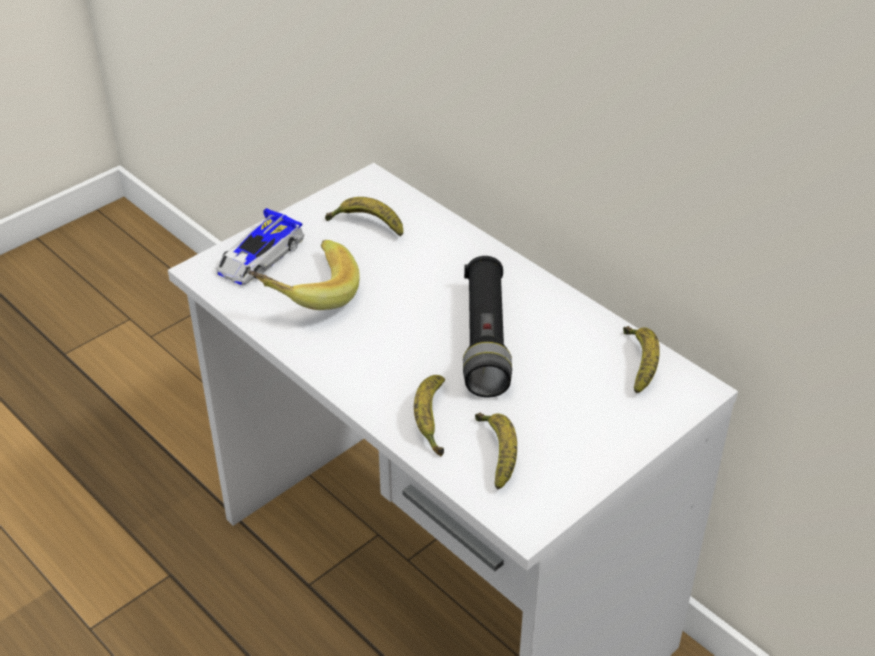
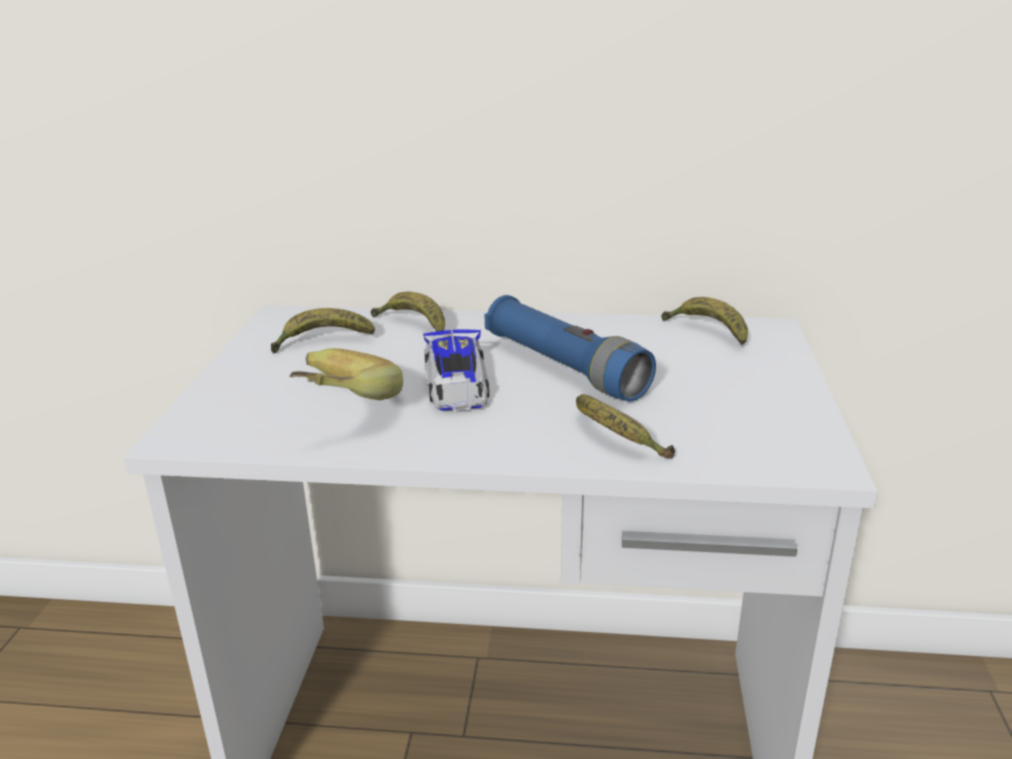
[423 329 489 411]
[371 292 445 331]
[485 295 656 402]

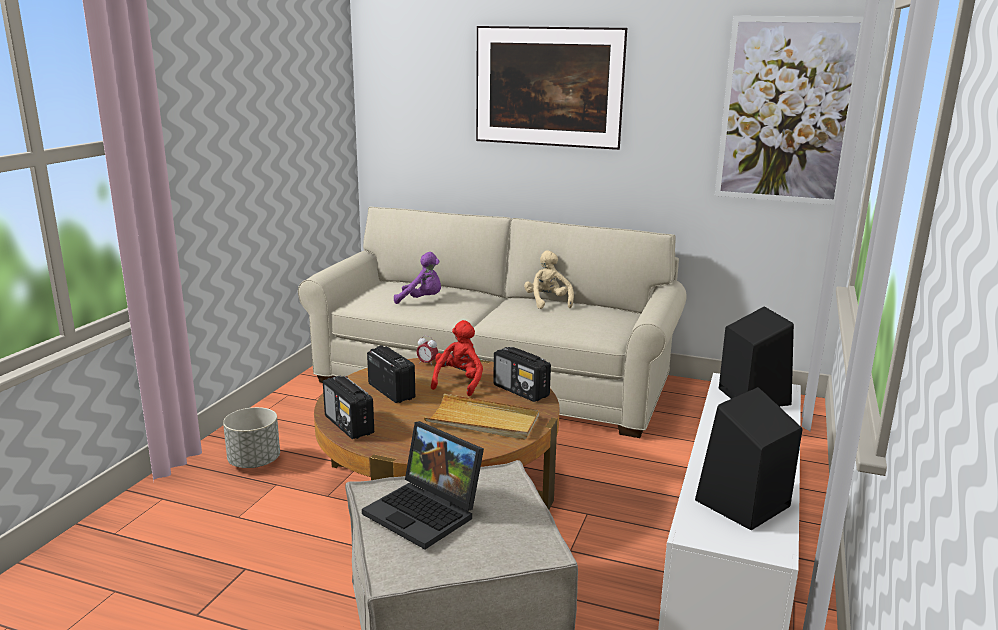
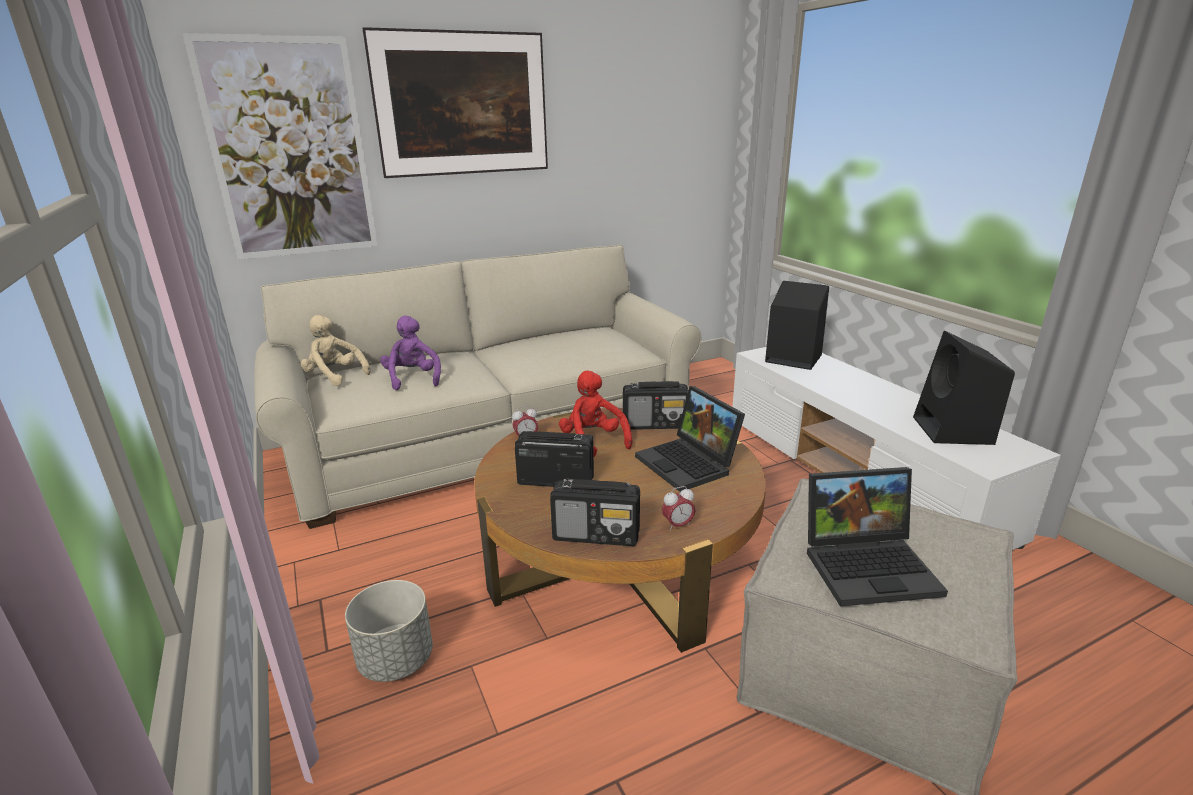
[662 486 696 531]
[300 315 371 386]
[183 33 378 260]
[635 386 745 492]
[380 316 441 390]

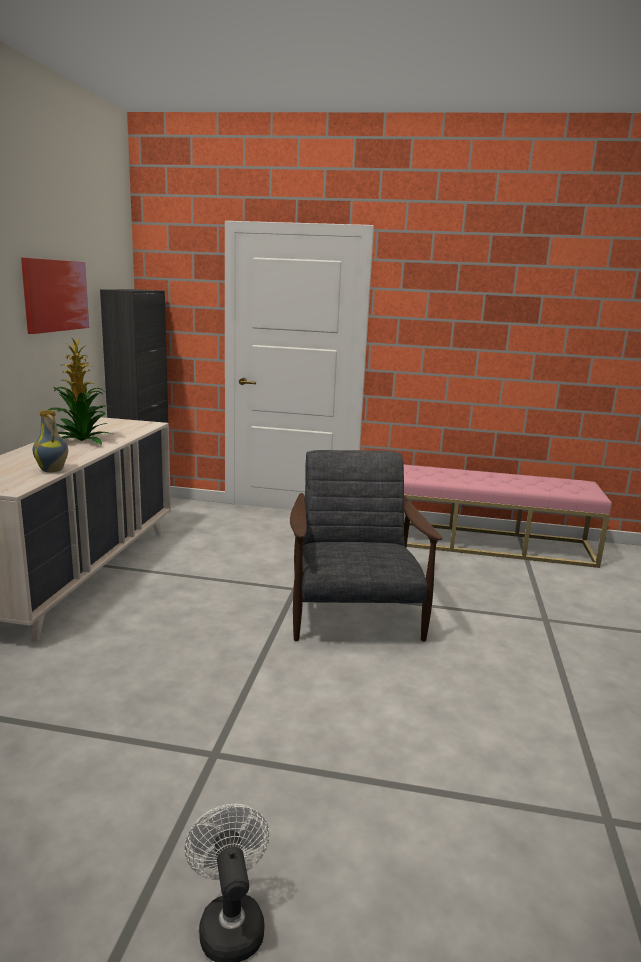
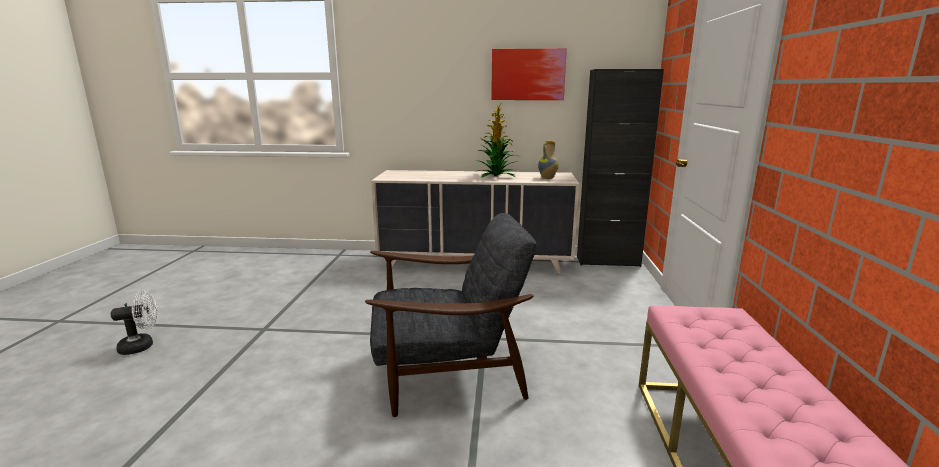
[538 141 559 179]

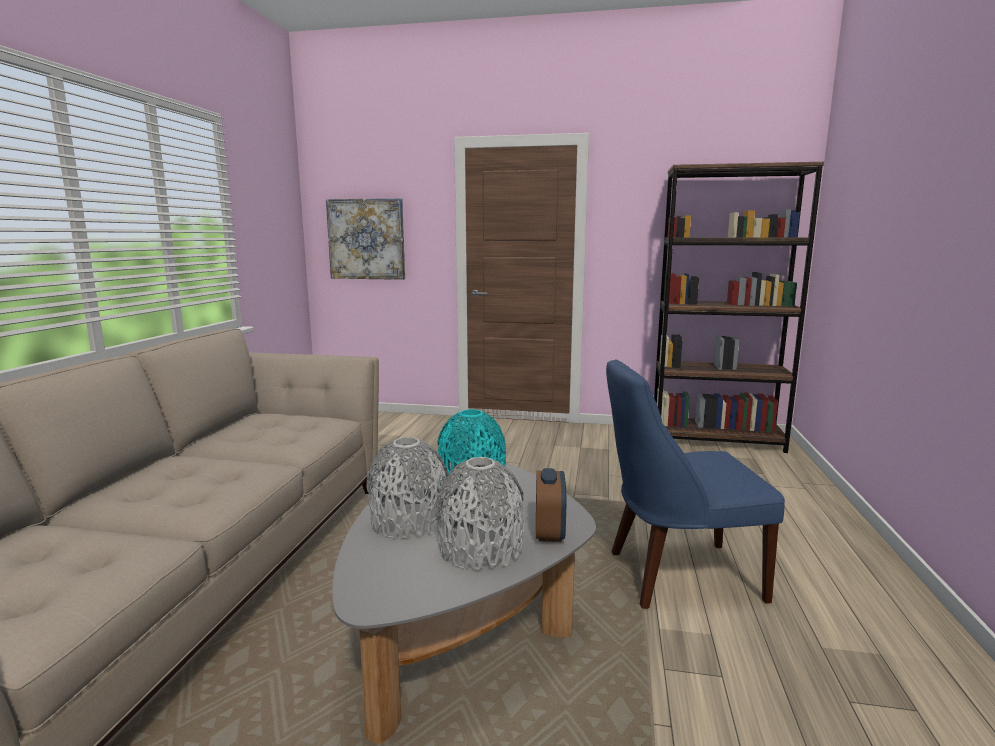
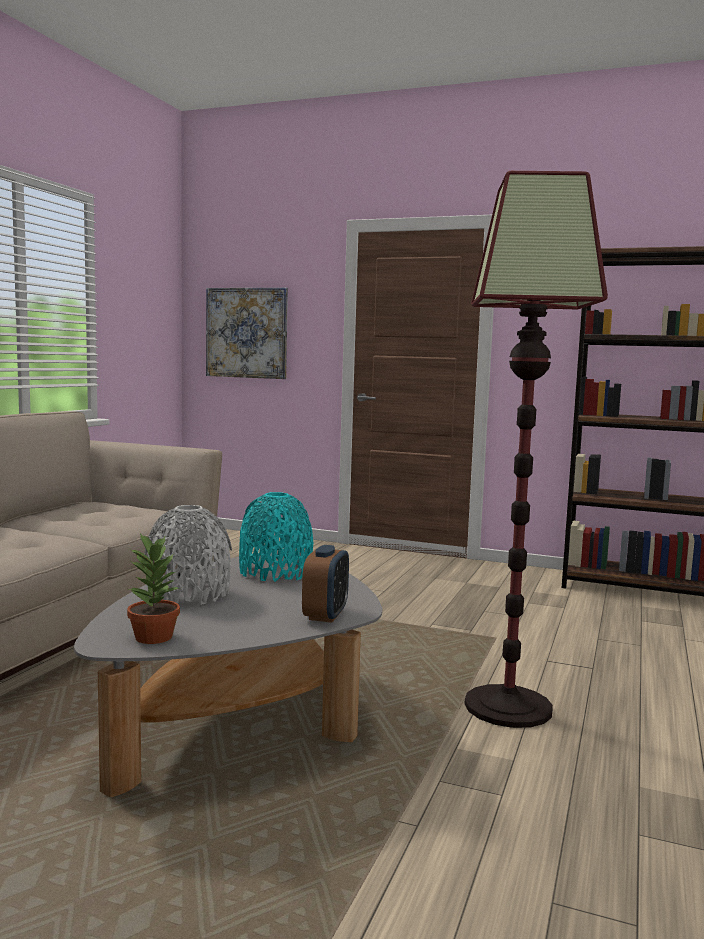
[436 457 524 571] (first image)
[127 533 180 644]
[465 171 608 728]

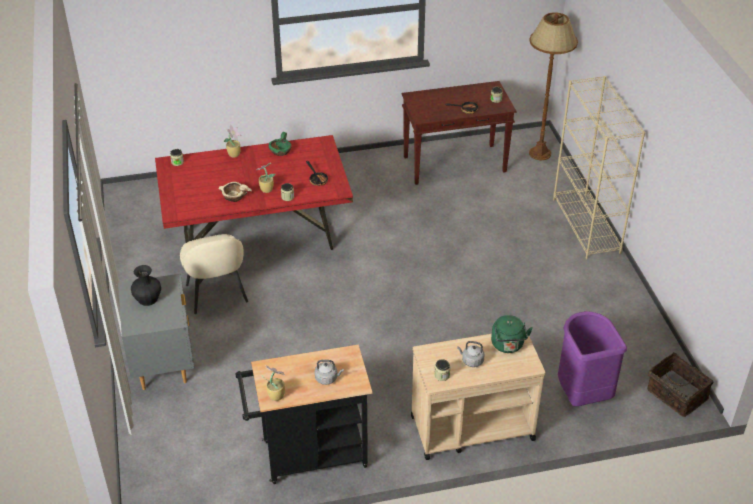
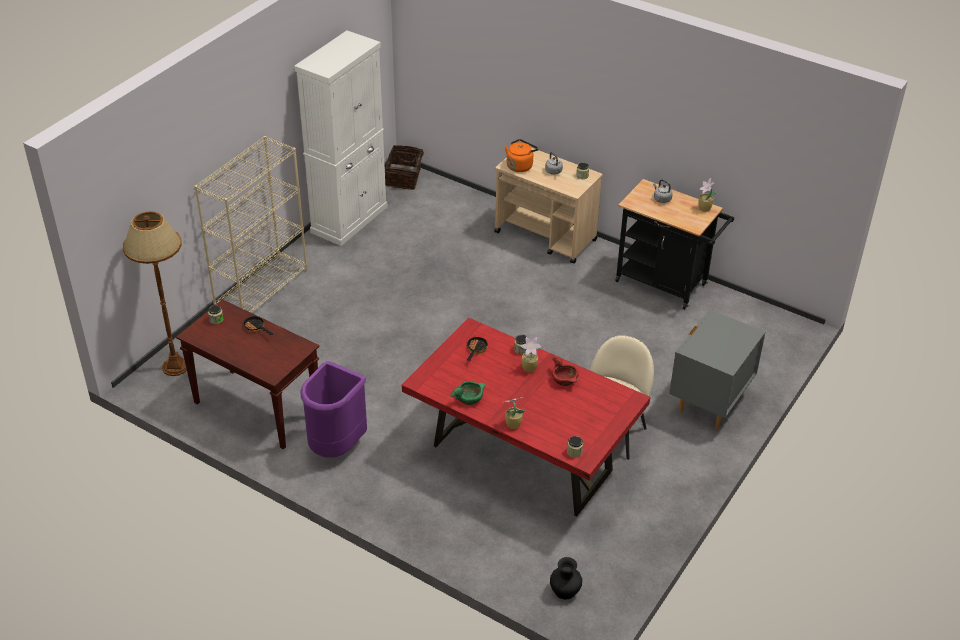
[294 30 388 246]
[550 557 582 600]
[301 361 367 458]
[552 357 579 386]
[505 139 539 172]

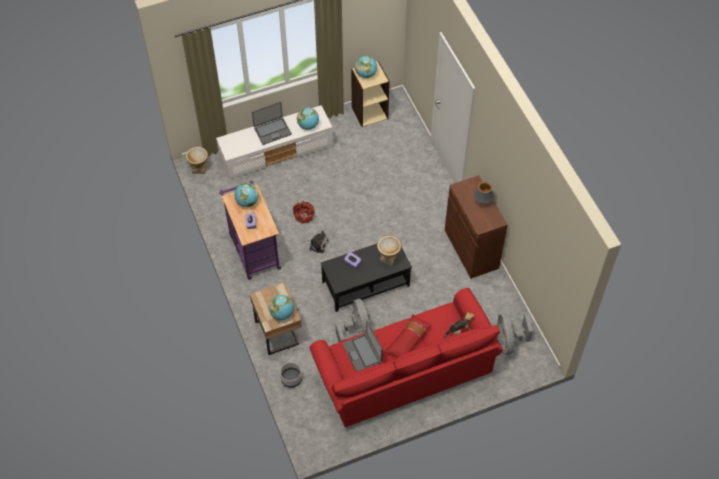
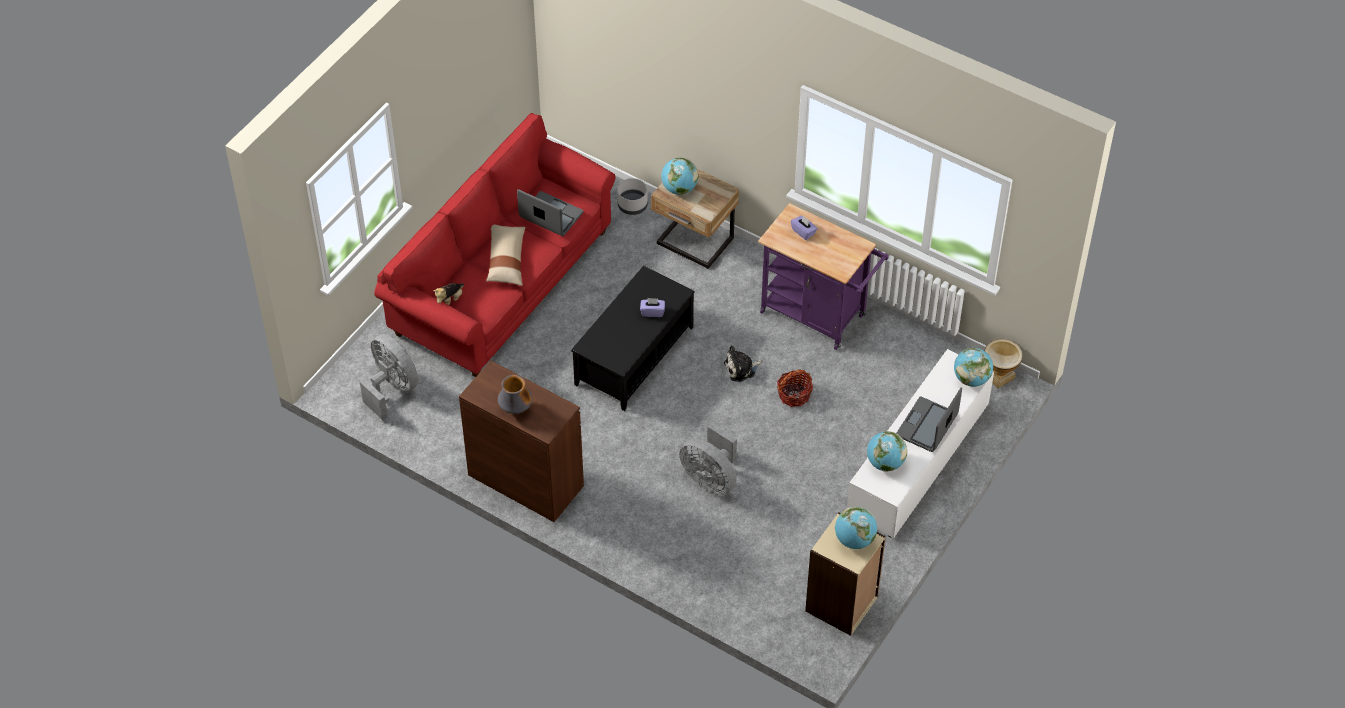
[377 235 402 266] (first image)
[954 348 993 387]
[680 423 737 495]
[486 224 525 286]

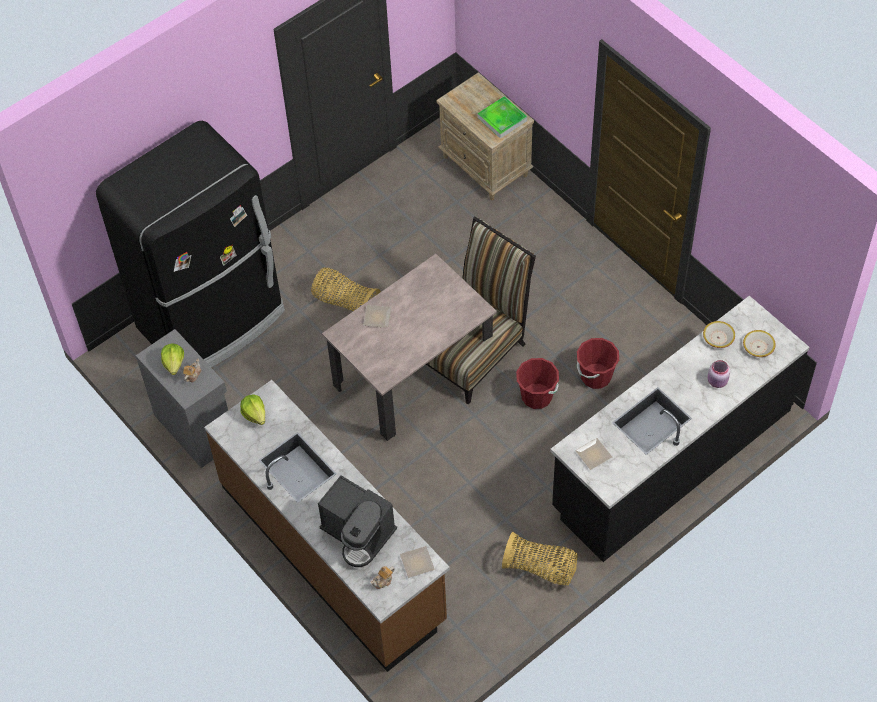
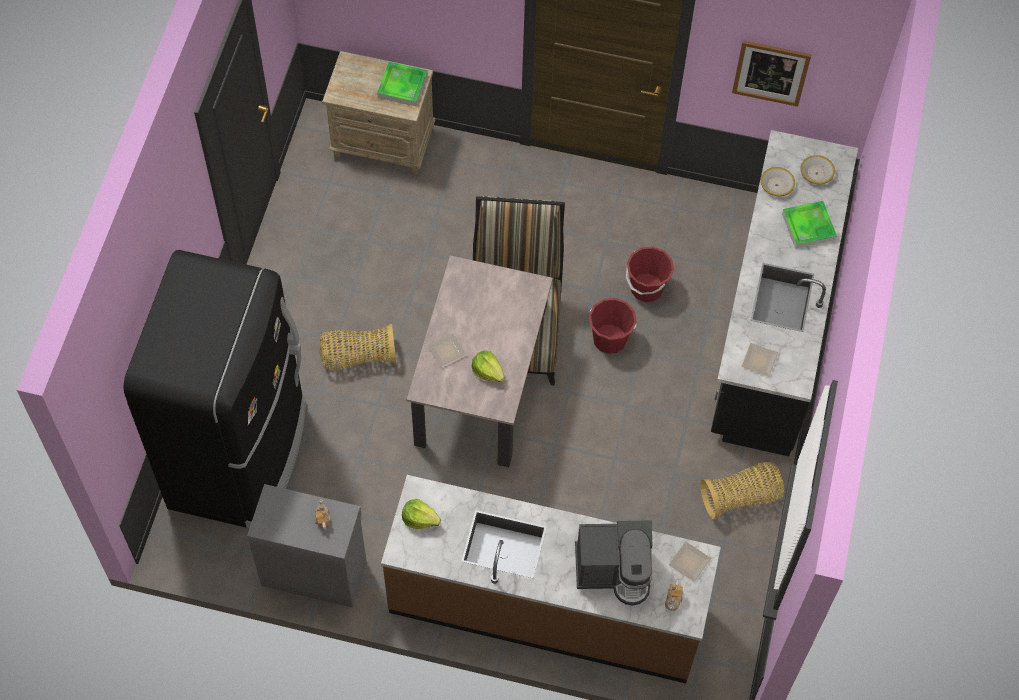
[732 41 811 107]
[472 351 505 382]
[782 201 837 249]

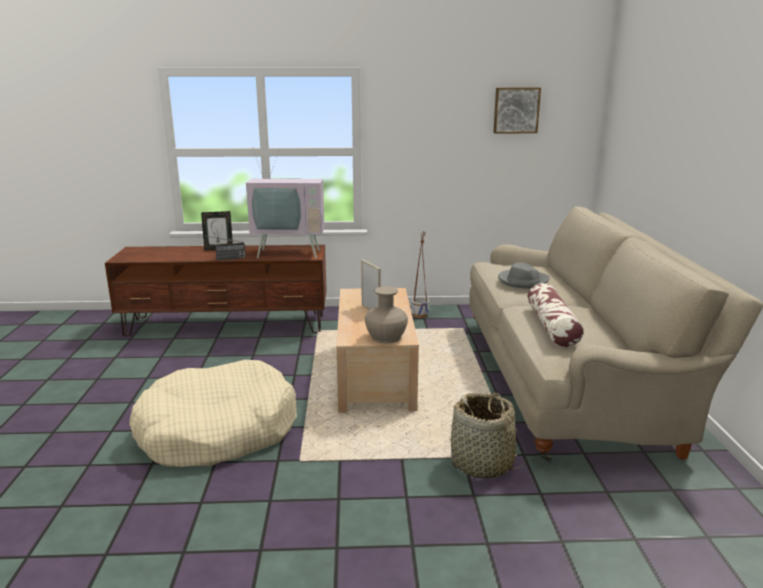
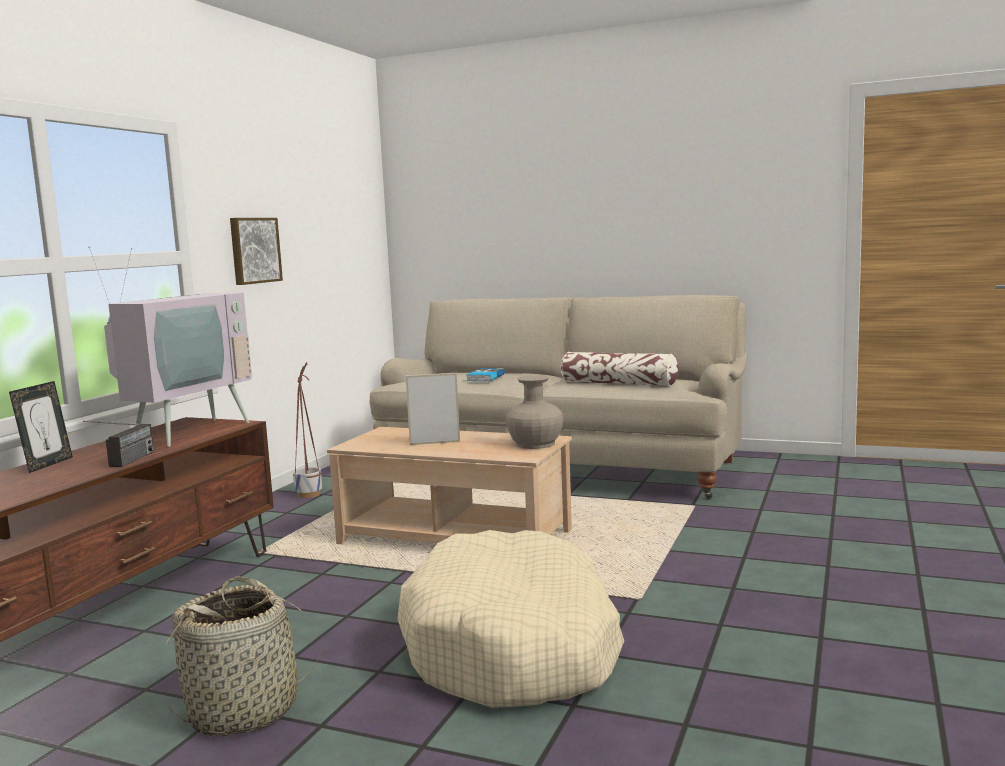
[166 576 321 736]
[230 218 283 285]
[467 368 505 381]

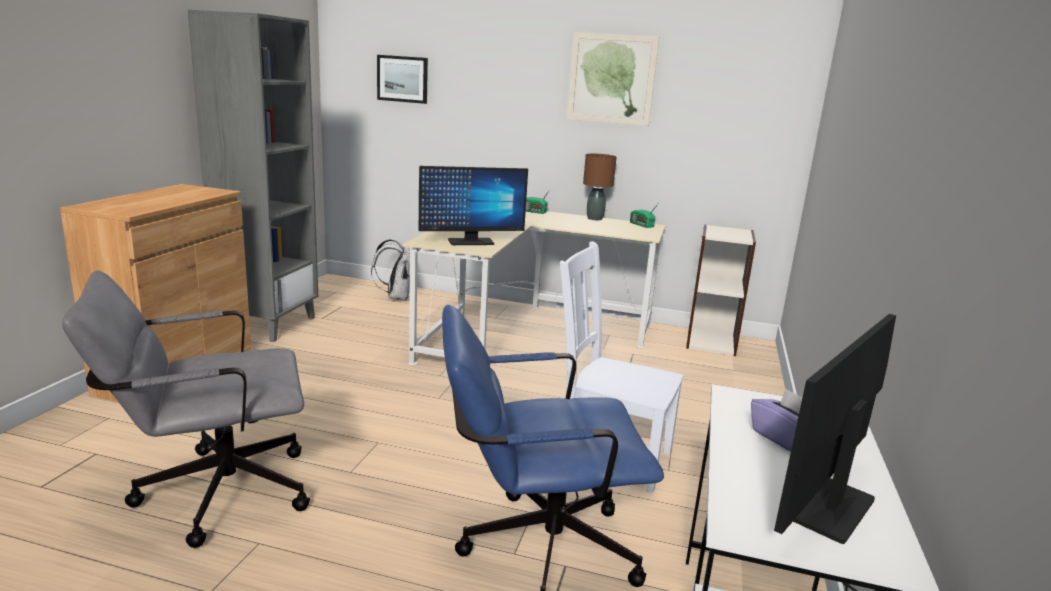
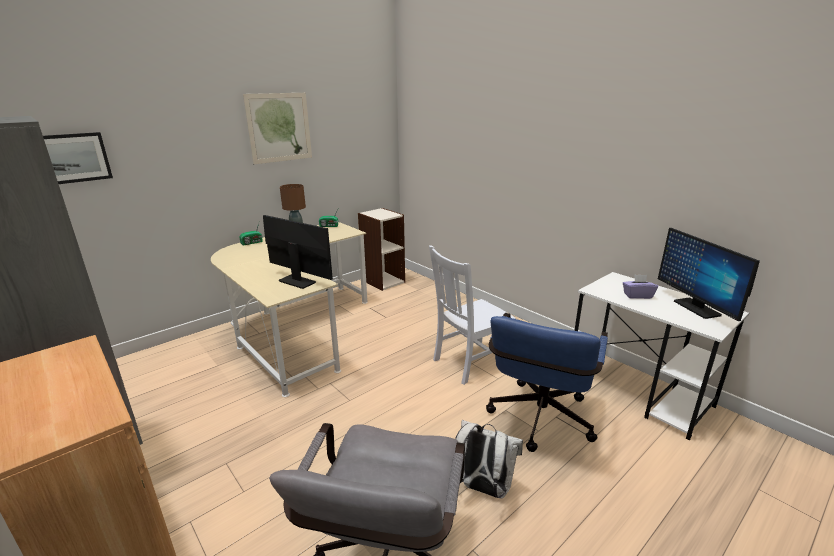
[455 420 523 498]
[263 215 333 289]

